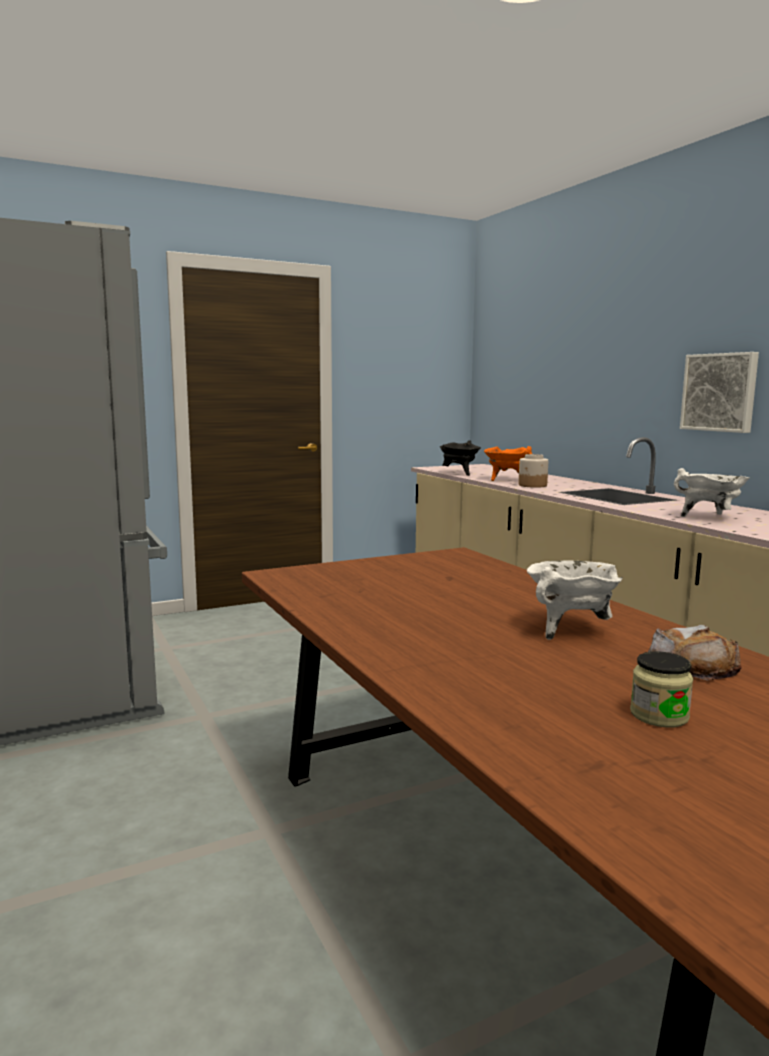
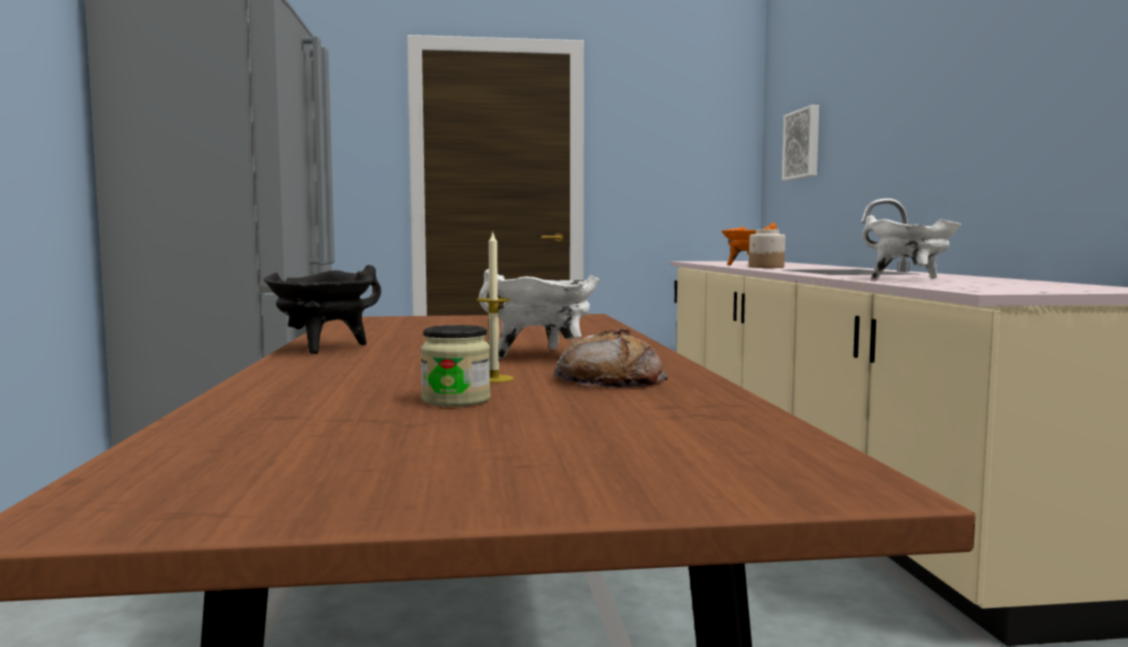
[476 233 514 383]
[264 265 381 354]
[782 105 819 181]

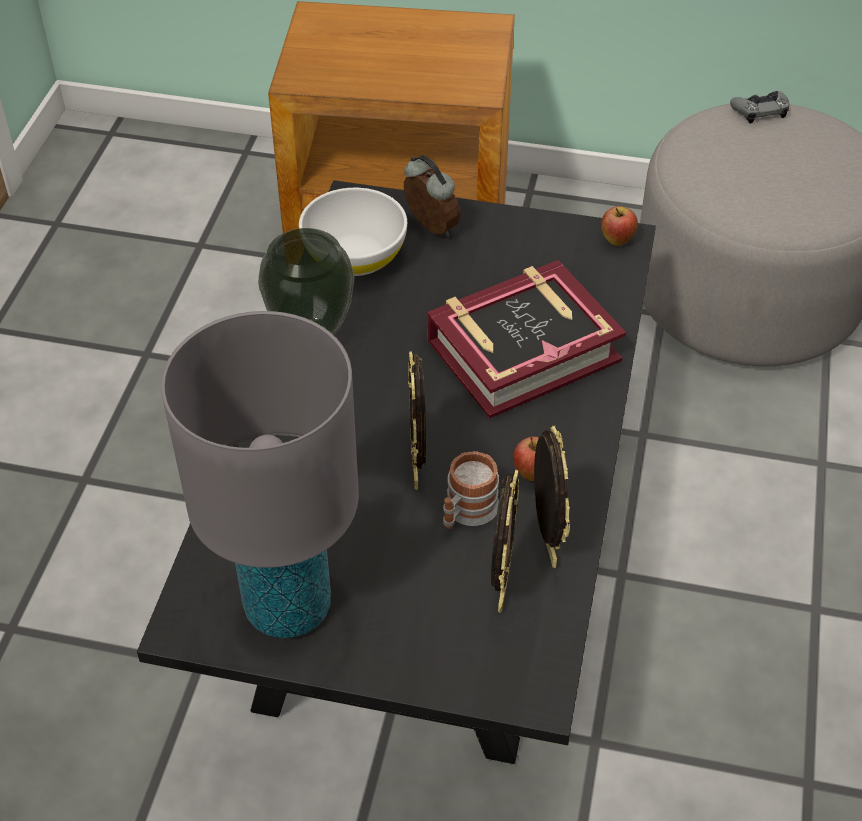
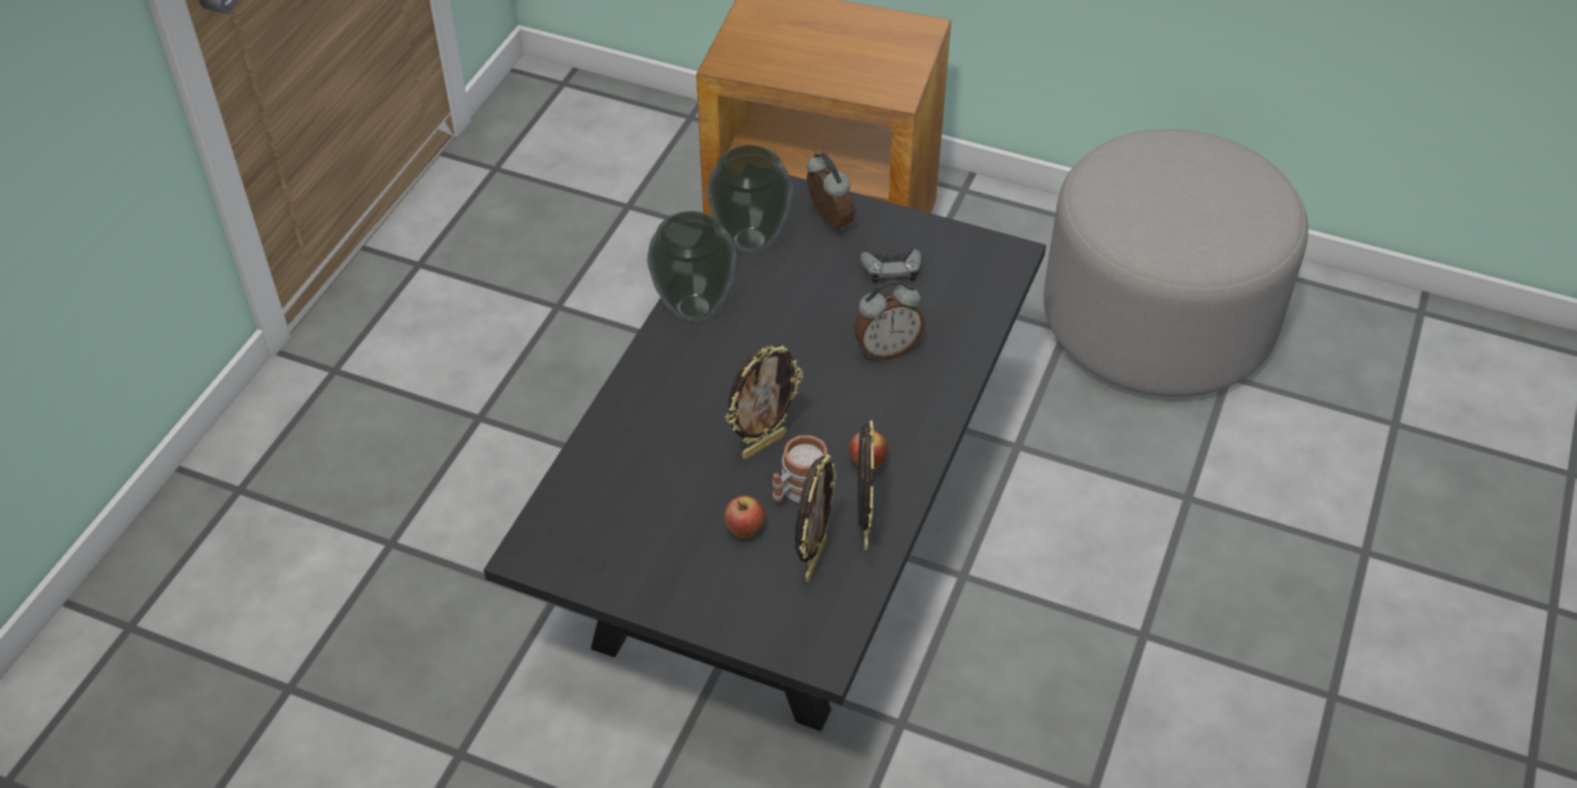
[161 311 359 638] (first image)
[724 496 765 538]
[860 249 922 283]
[707 145 792 252]
[854 280 925 359]
[725 345 803 459]

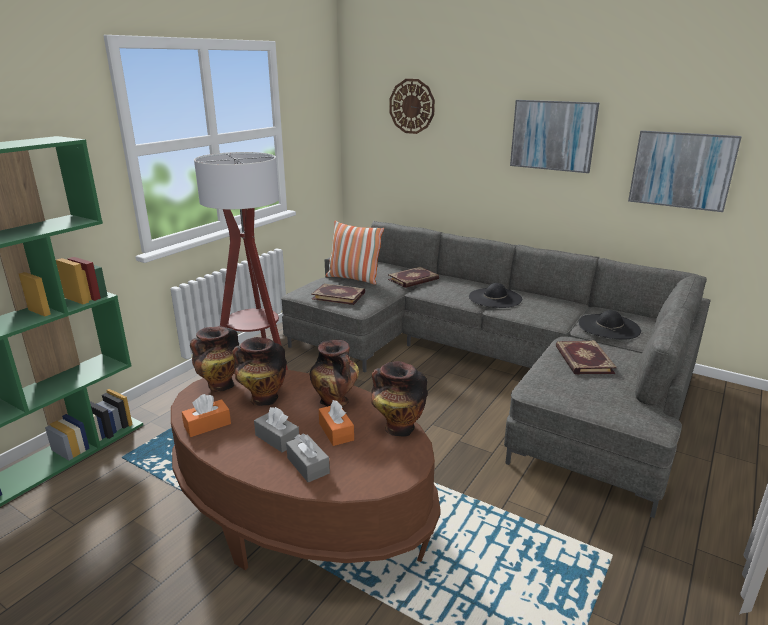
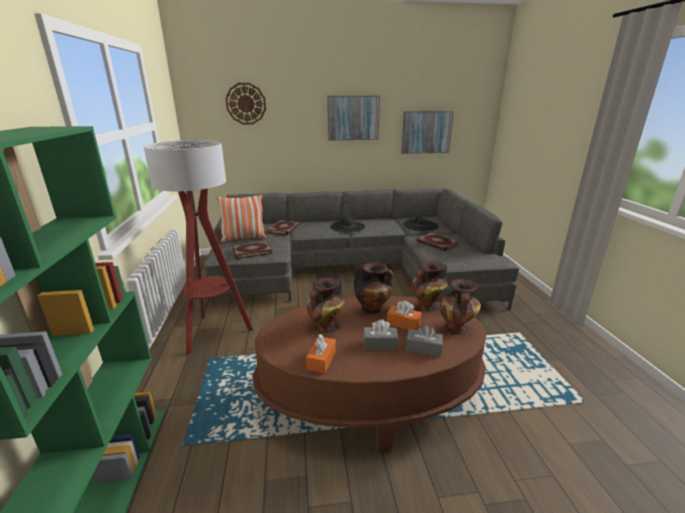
[440 279 481 335]

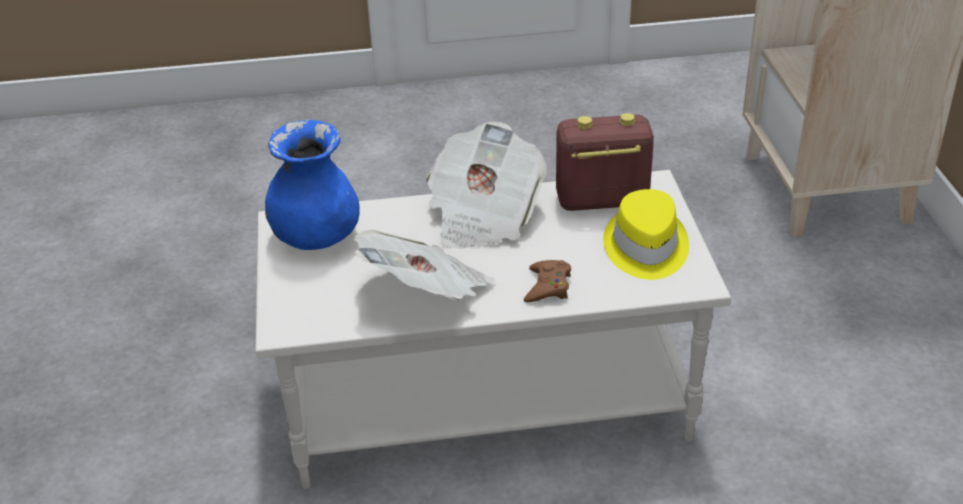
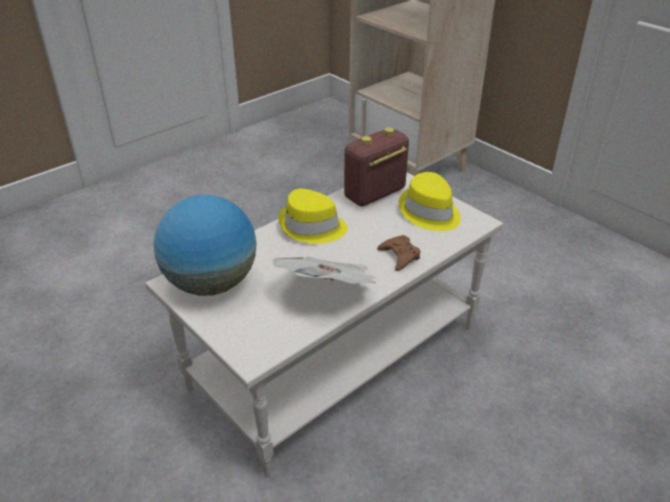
[154 195 257 296]
[278 189 348 244]

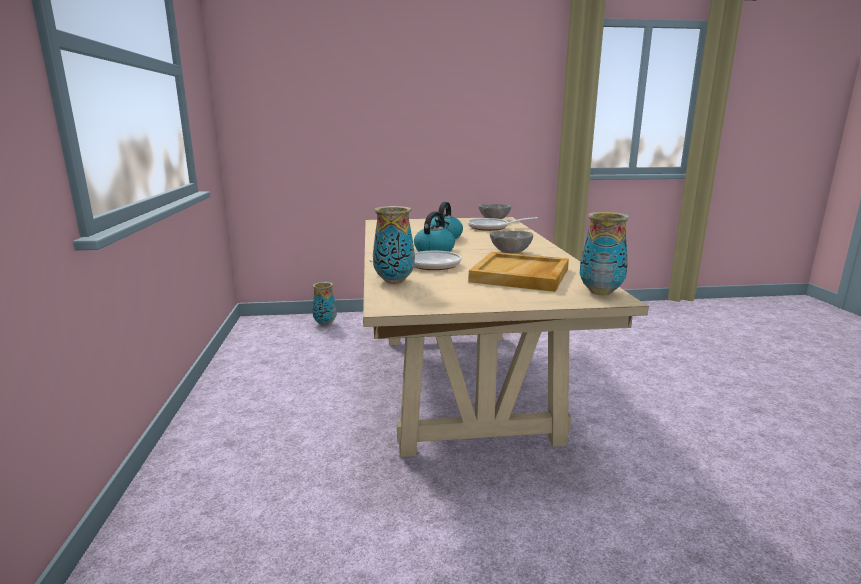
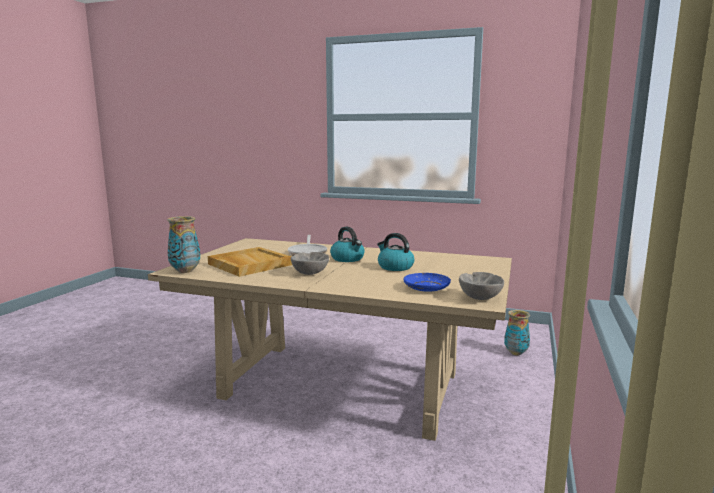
[373 206 415 284] (first image)
[403 273 451 292]

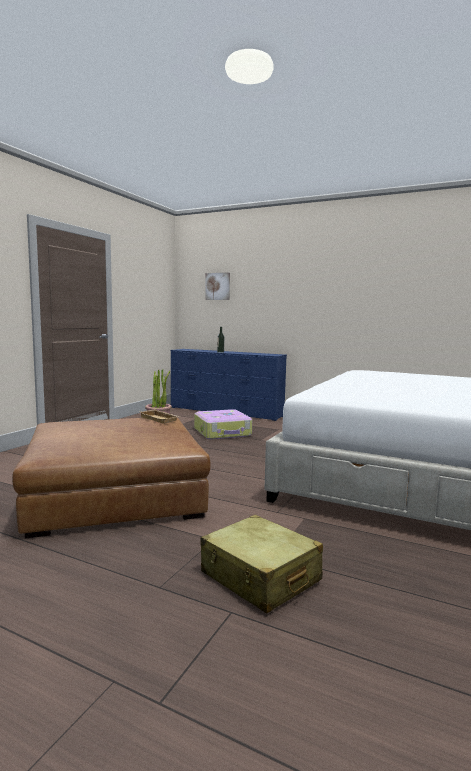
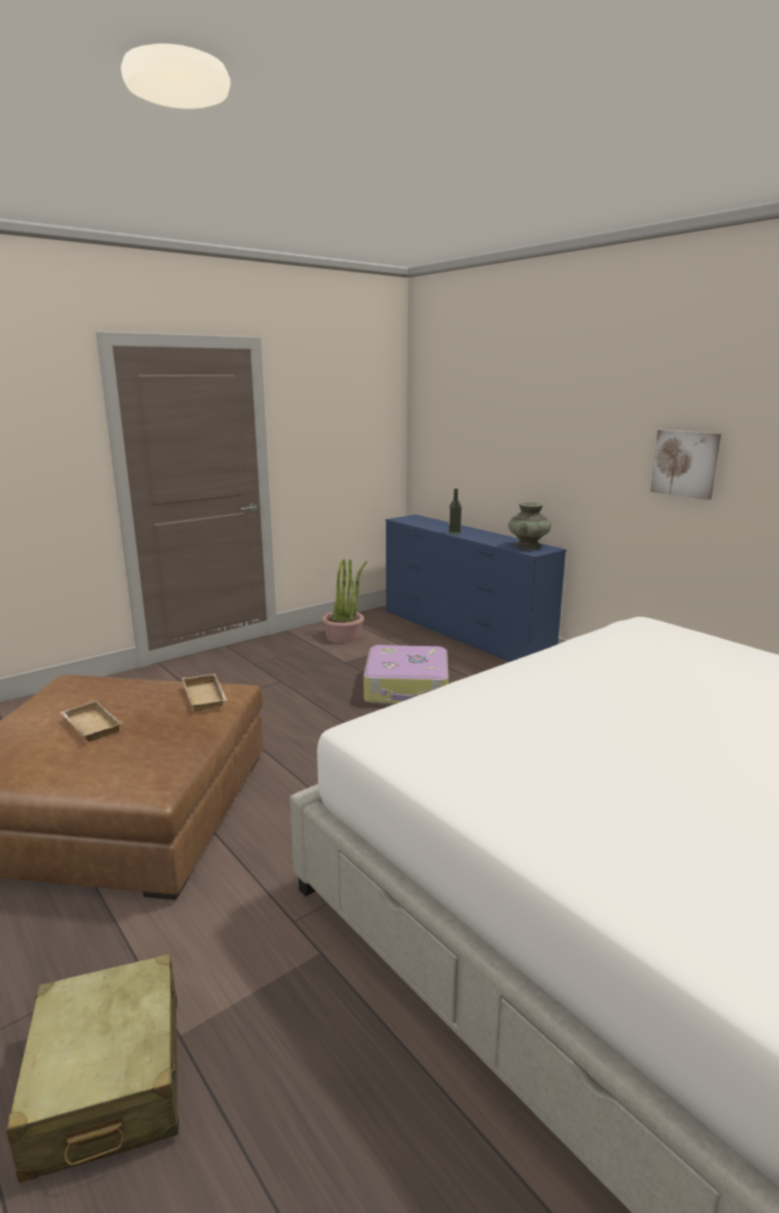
[60 700 122 742]
[508 502 551 550]
[650 430 721 500]

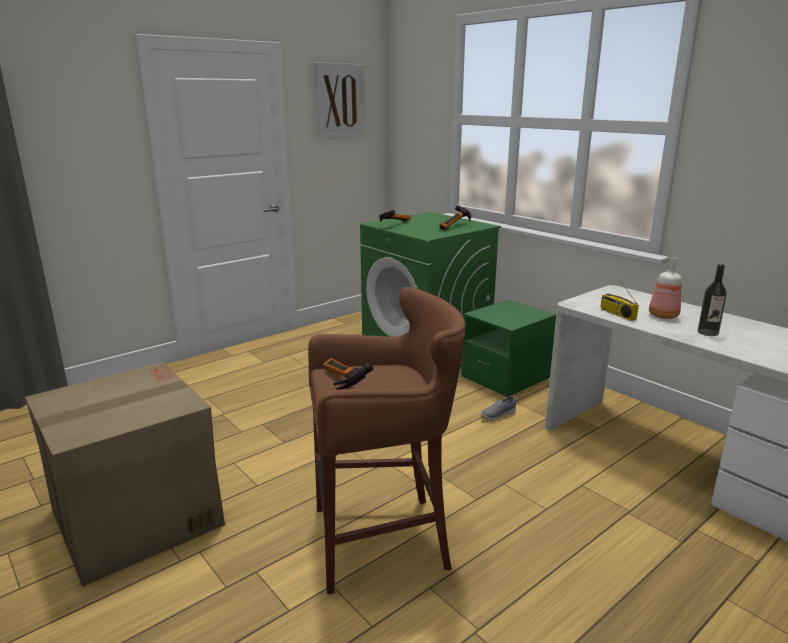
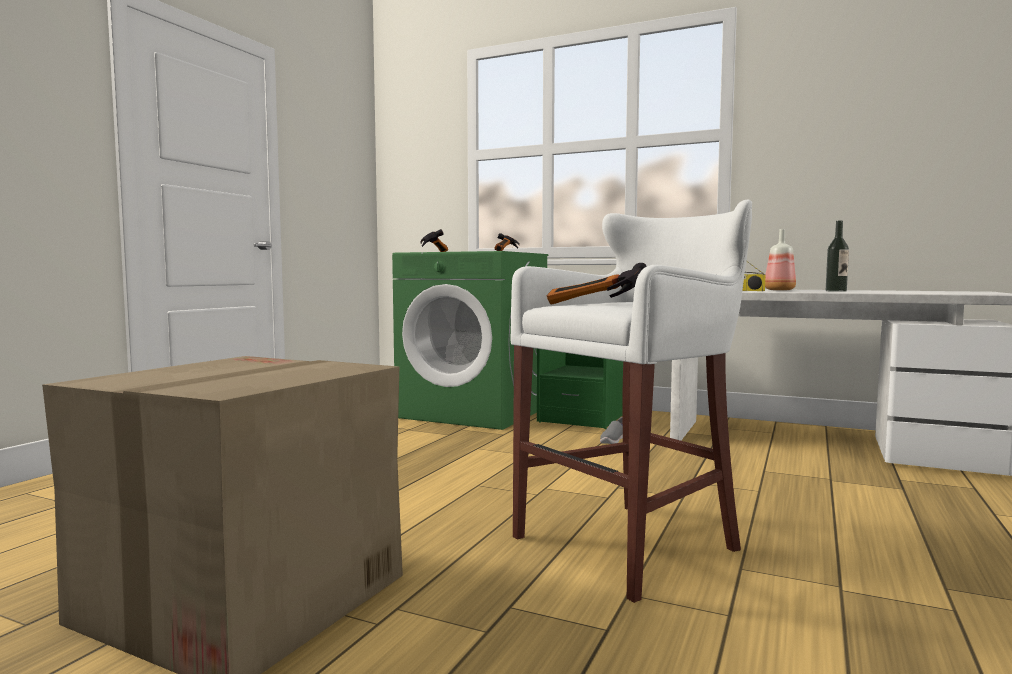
[314 62 365 140] (first image)
[511 200 752 603]

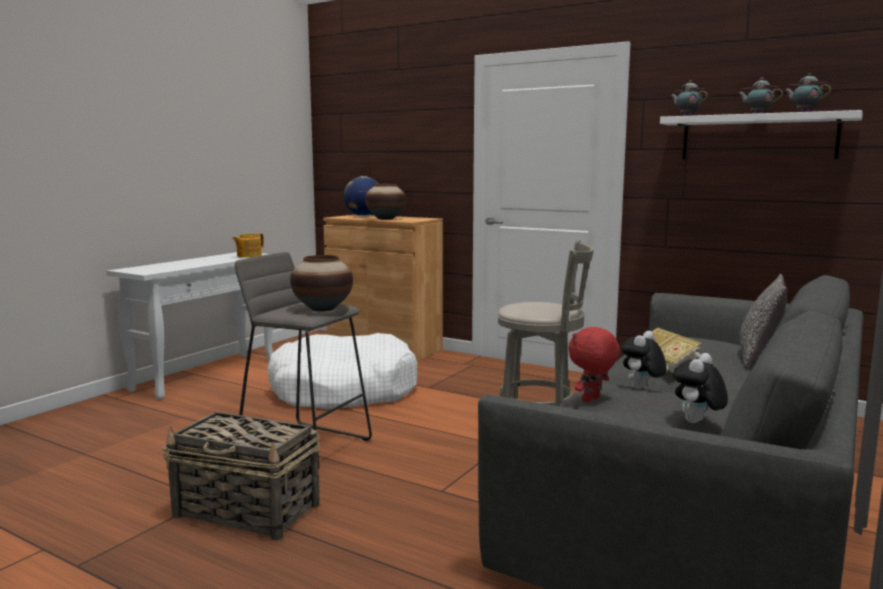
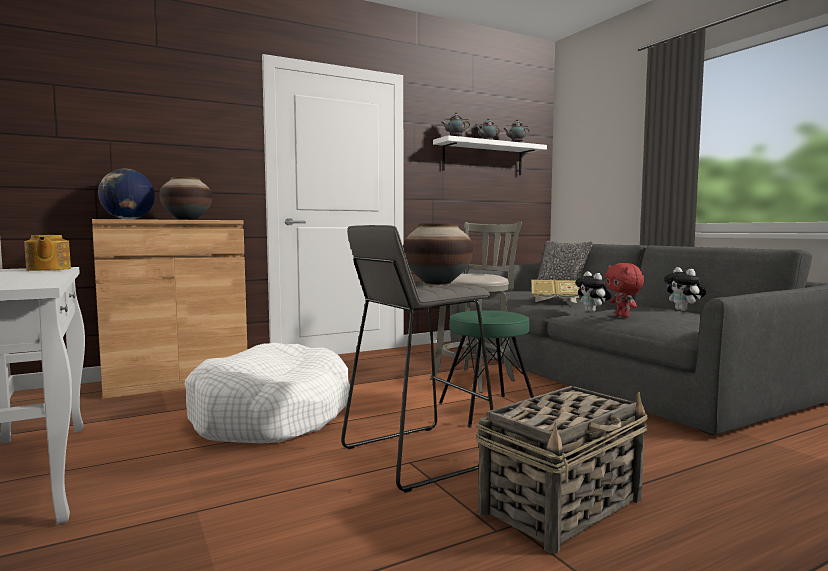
[439 310 534 428]

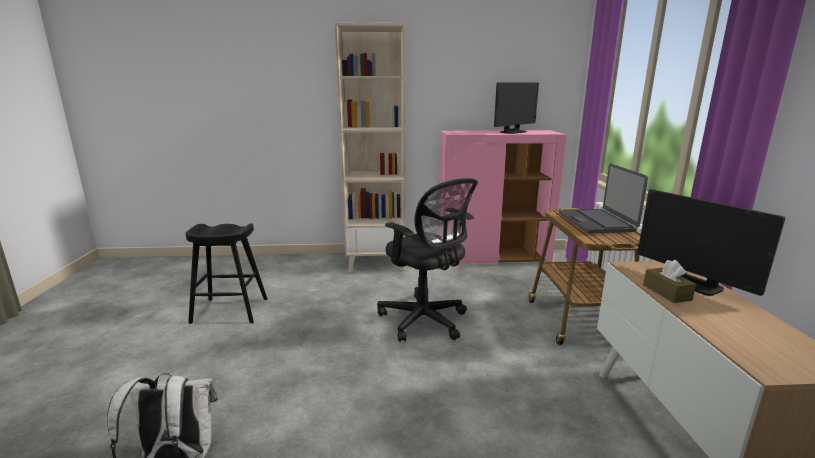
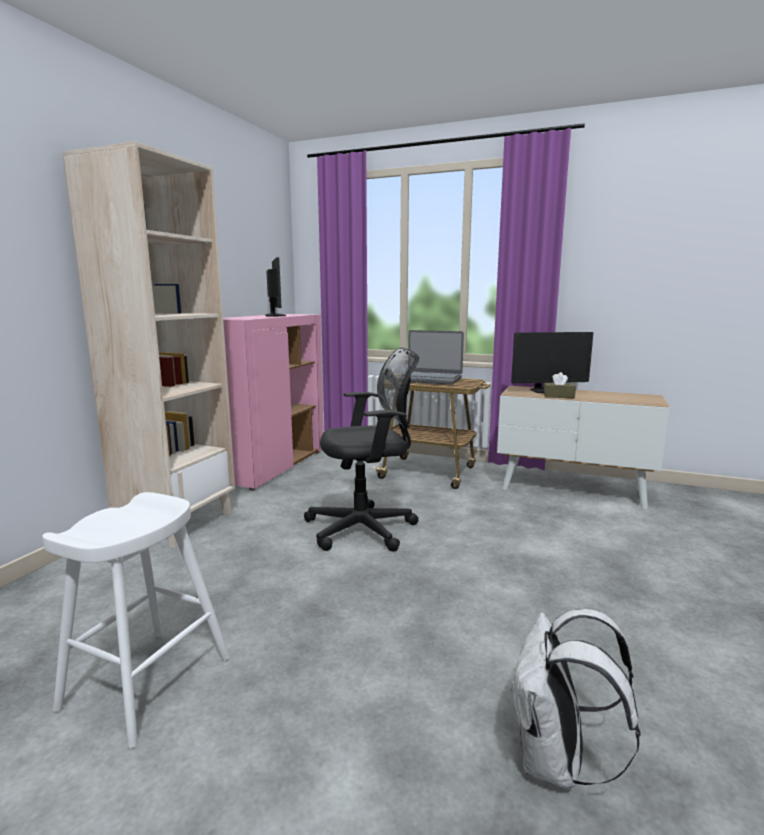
[42 492 230 748]

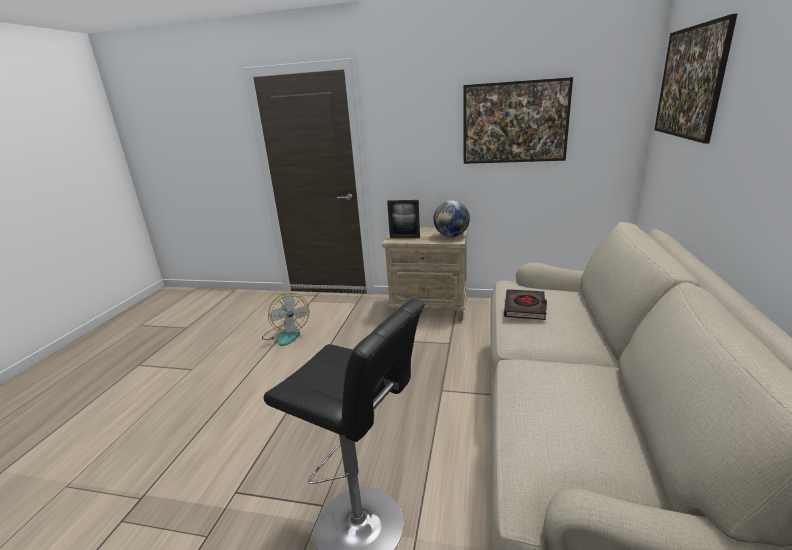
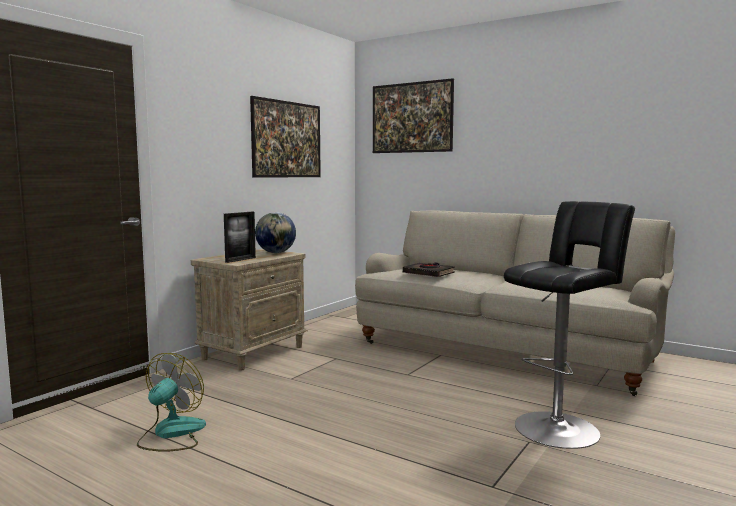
[137 353 206 452]

